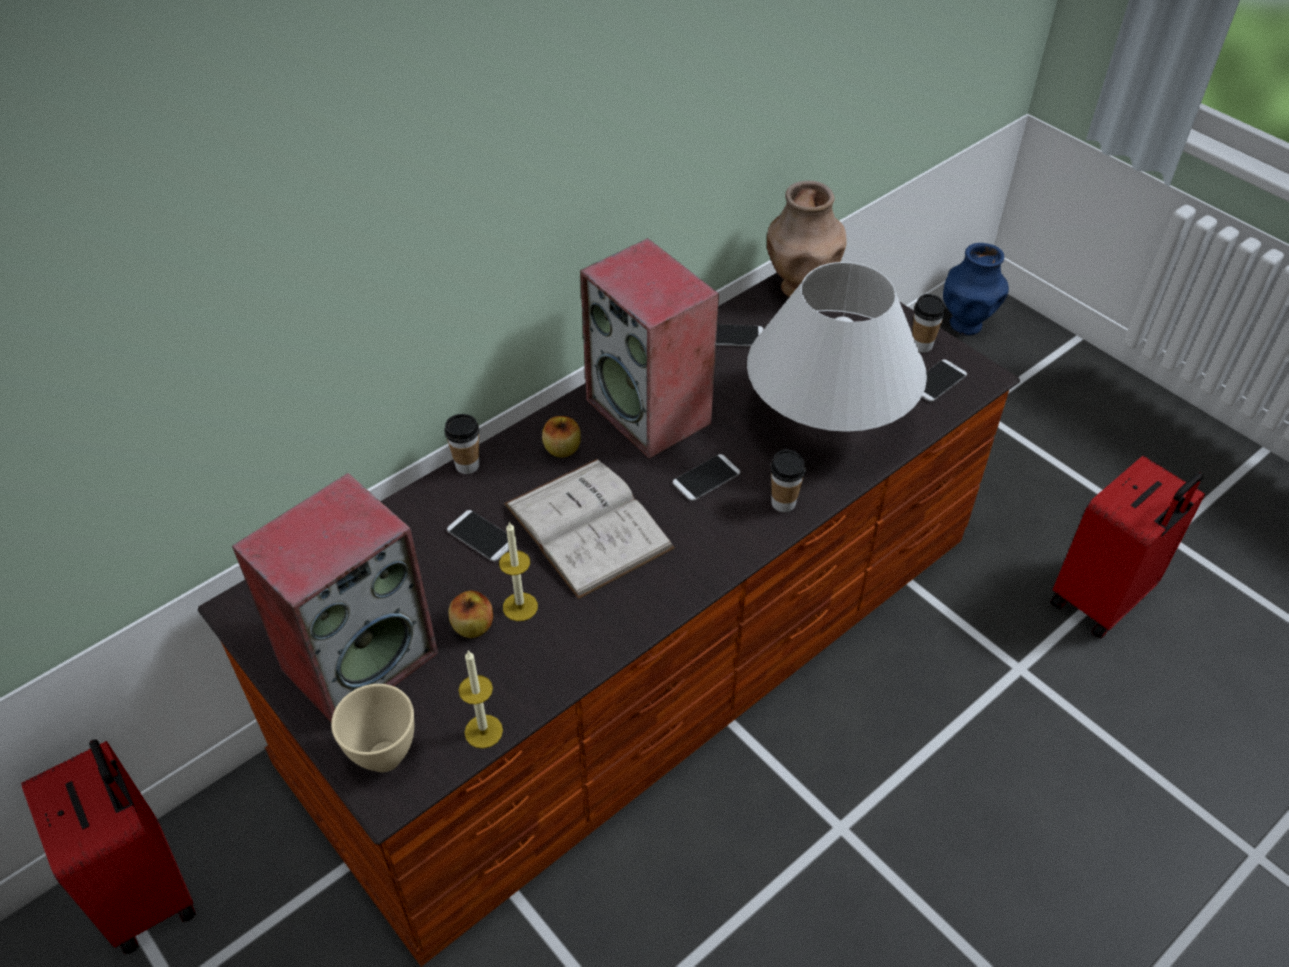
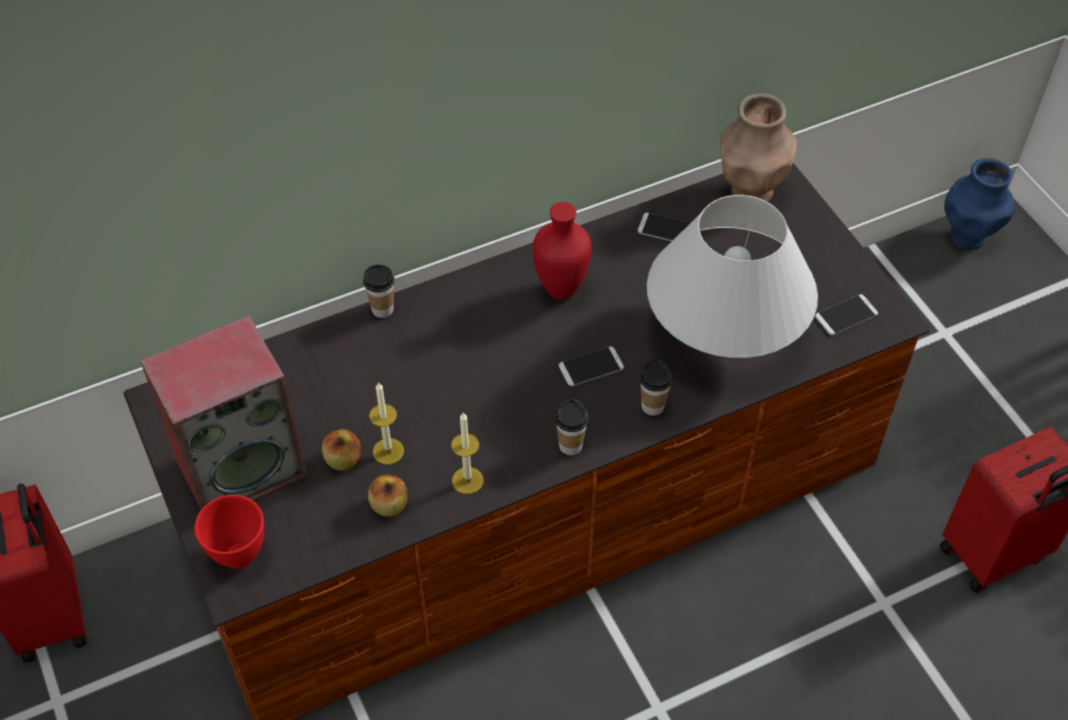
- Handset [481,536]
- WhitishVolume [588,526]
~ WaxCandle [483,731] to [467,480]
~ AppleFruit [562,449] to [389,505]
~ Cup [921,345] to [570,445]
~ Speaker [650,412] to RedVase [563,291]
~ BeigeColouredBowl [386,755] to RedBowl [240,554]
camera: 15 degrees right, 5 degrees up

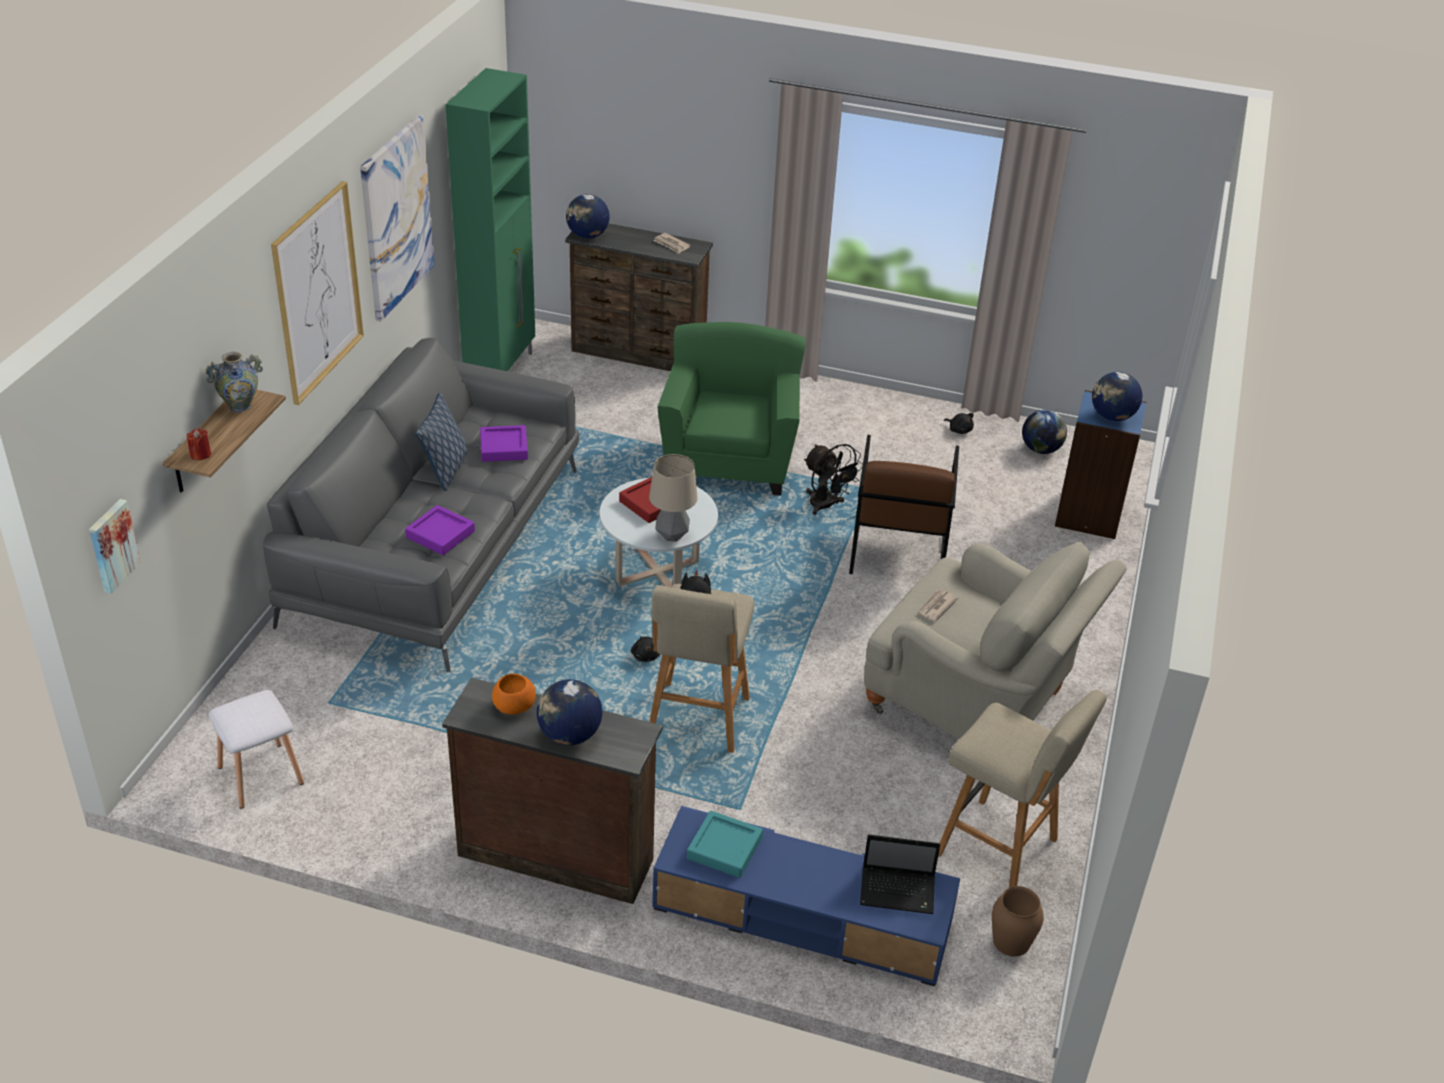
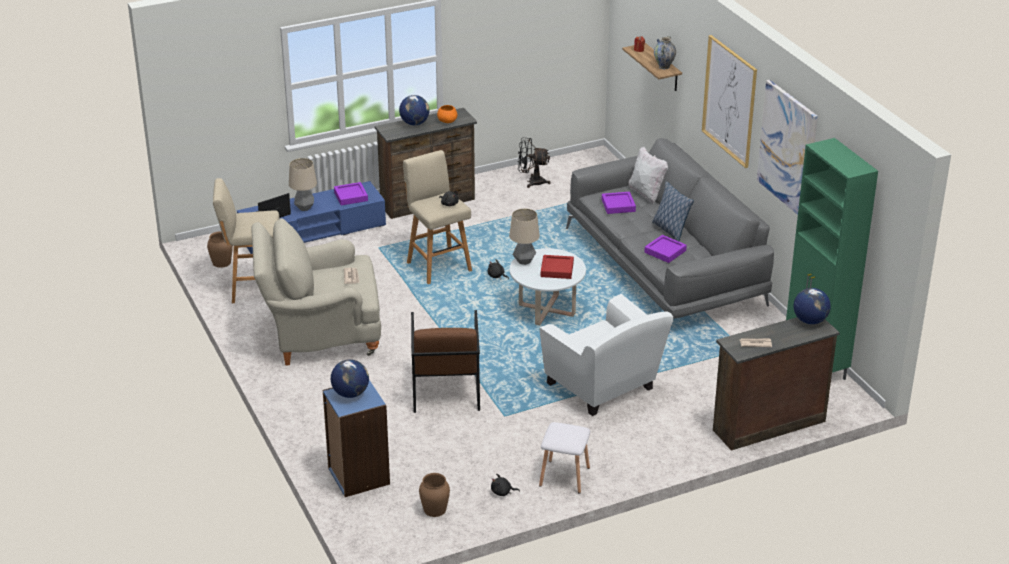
- WallPicture [112,545]
+ TabletopLamp [304,208]
+ WhitishThrowPillow [646,194]
~ WhitishStoolSeat [259,774] to [565,476]
~ BlackColouredCoolingFan [826,506] to [531,182]
~ WorldGlobe [1040,449] to BrownColouredVase [435,509]
~ GreenColouredLoungeChair [730,460] to WhitishLoungeChair [604,388]
~ TurquoiseCarryingTray [724,848] to PurplishCarryingTray [351,196]
~ BrownColouredLoungeChair [898,549] = [445,390] 150 degrees counterclockwise
camera: 140 degrees right, 5 degrees down

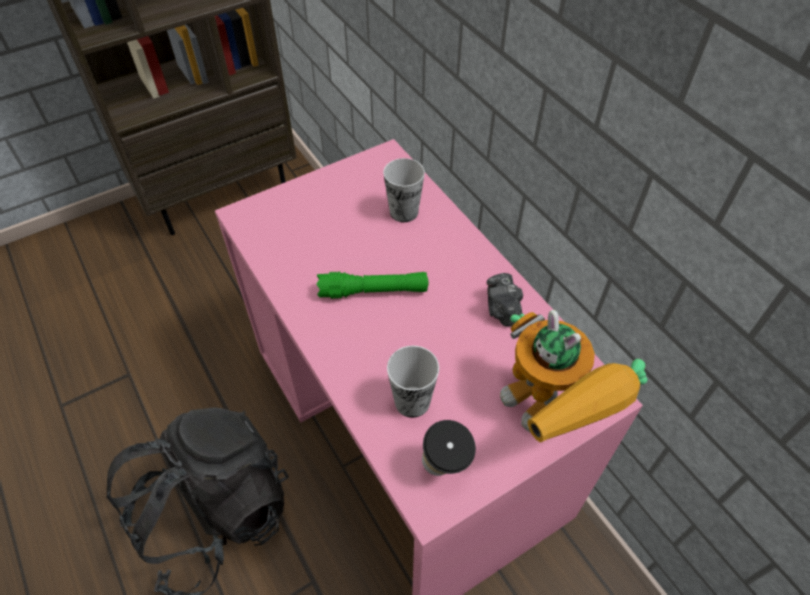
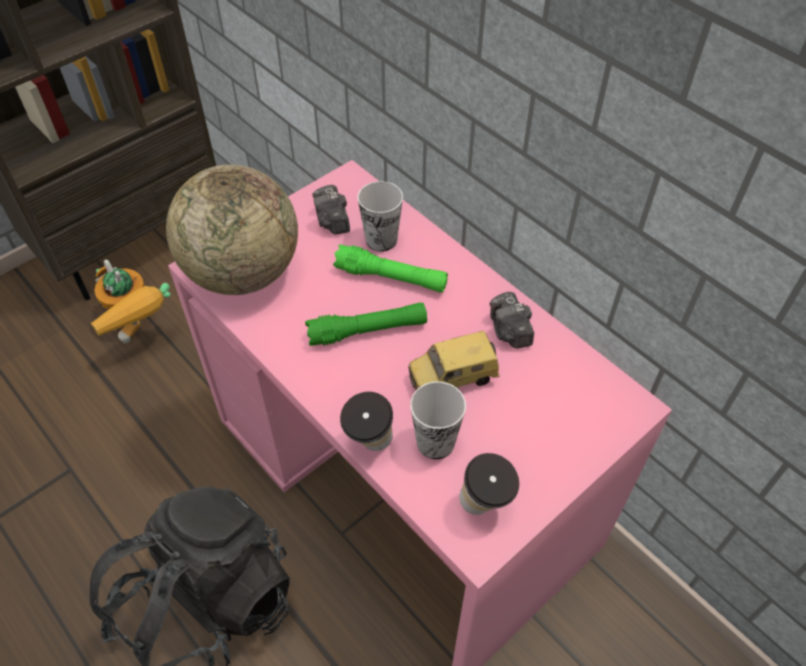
+ WorldGlobe [242,272]
+ PhotoCamera [332,221]
+ GreenColouredHandTorch [391,278]
+ Cup [369,445]
+ ModelCar [453,379]
~ RobotFigure [550,418] to [139,333]
camera: 10 degrees left, 0 degrees up

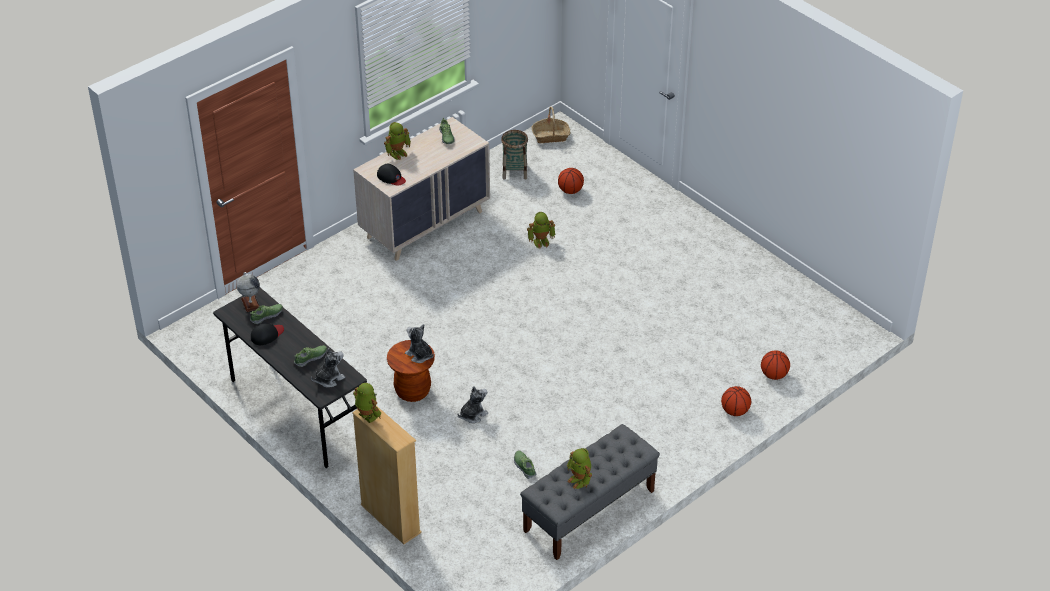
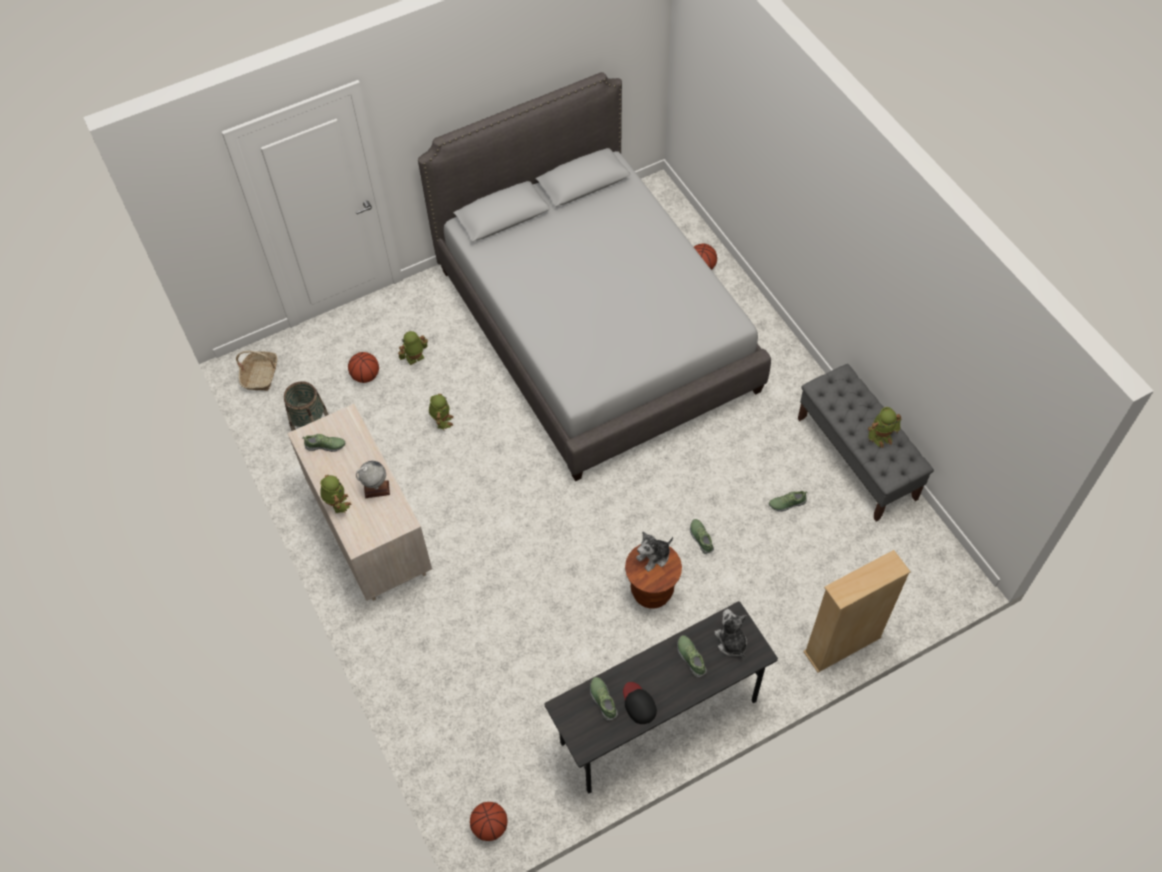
- BlackColouredCap [391,177]
+ GreyishSleepingBed [596,328]
~ WorldGlobe [250,303] to [376,489]
~ RobotFigure [367,416] to [415,358]
~ Basketball [735,411] to [490,826]
~ CuddlyToy [473,415] to ItemOfFootwear [701,538]
camera: 75 degrees left, 15 degrees up

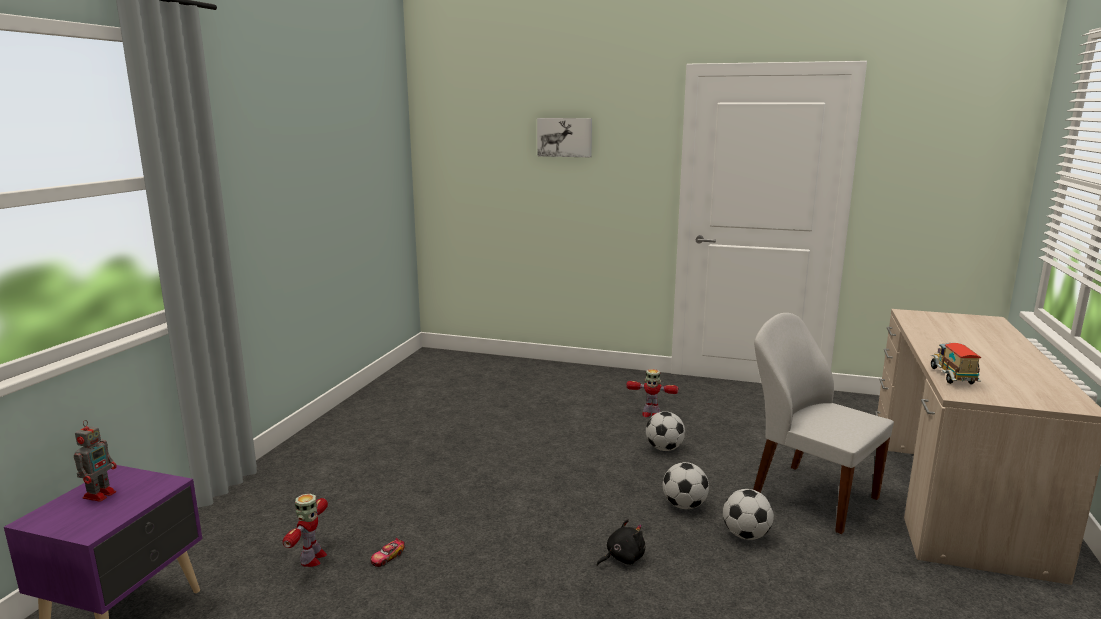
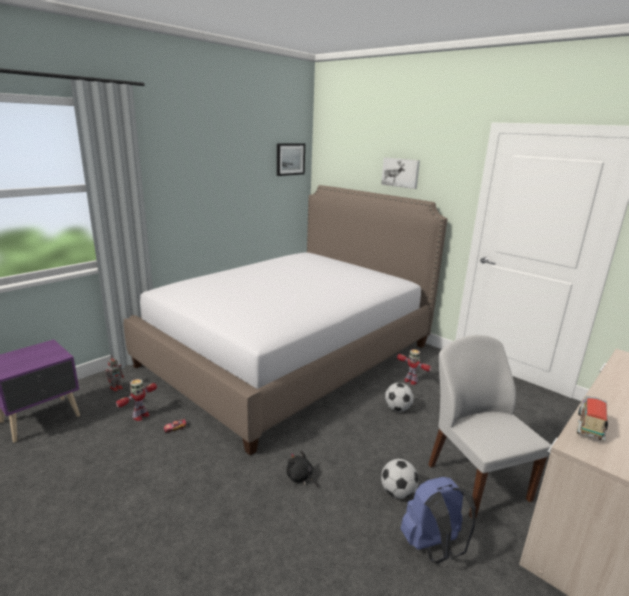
- BallForFootball [684,505]
+ SleepingBed [289,355]
+ WallPicture [290,159]
+ BlueKnapsack [433,547]
~ RobotFigure [100,494] to [117,387]
~ BlackColouredCuddlyToy [622,558] = [300,477] 135 degrees counterclockwise
camera: 25 degrees right, 5 degrees up

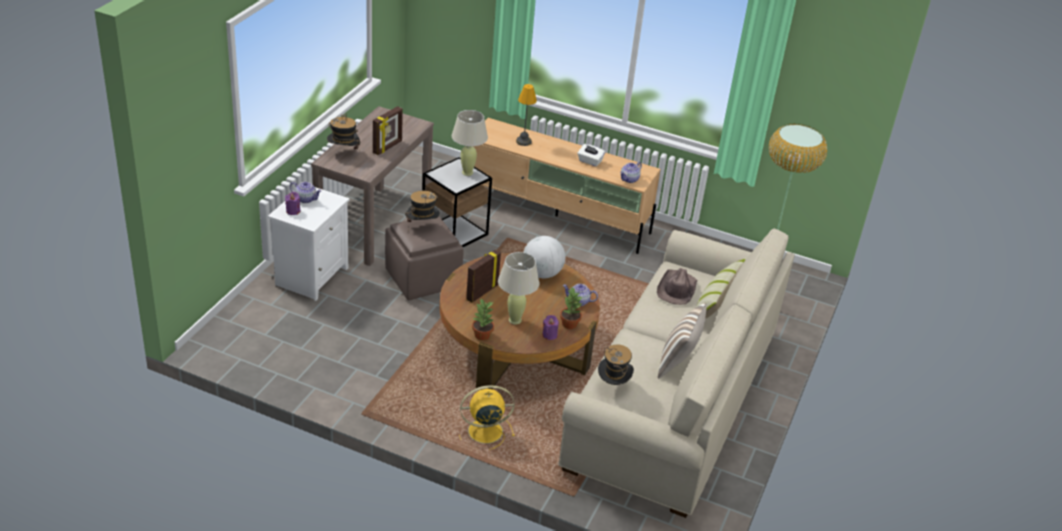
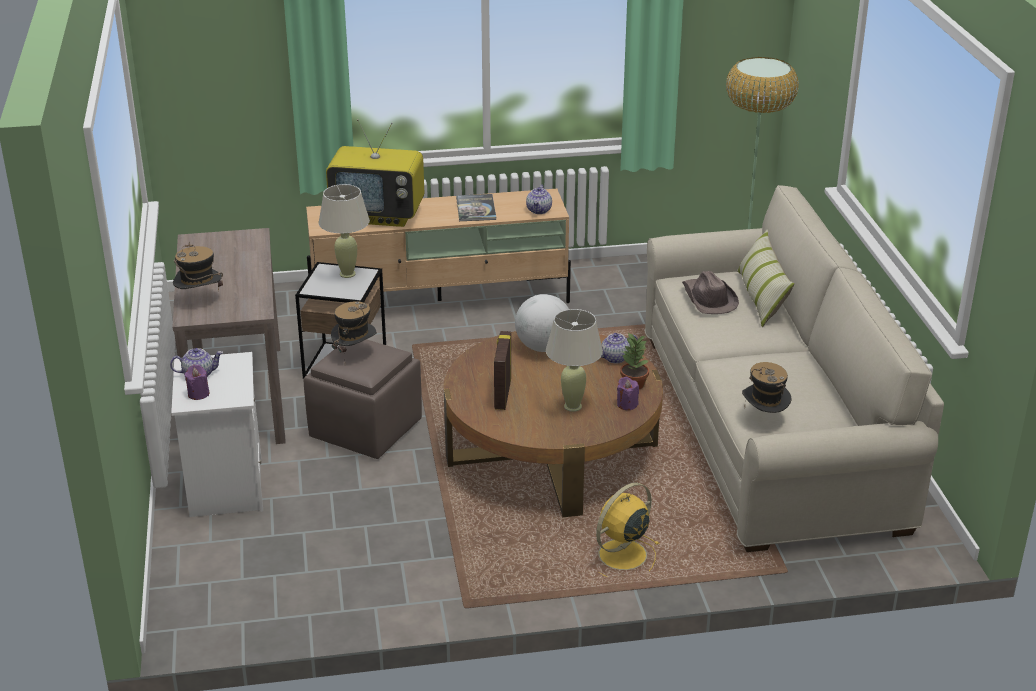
- PhotoFrame [388,147]
- PlantInAPot [482,335]
- ThrowPillow [678,363]
~ TabletopLamp [524,141] to TvSet [379,215]
~ WhitishBoxOfTissues [590,161] to Volume [476,209]
camera: 30 degrees left, 5 degrees down

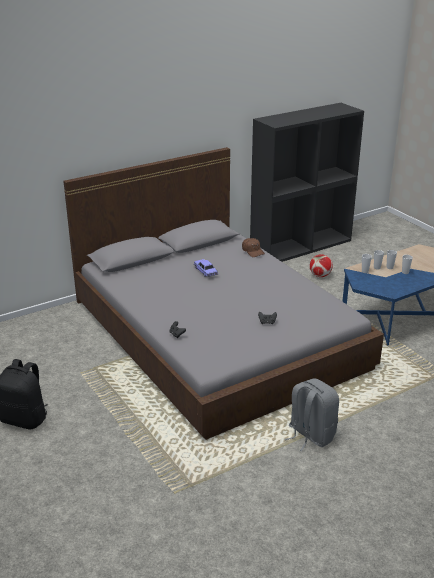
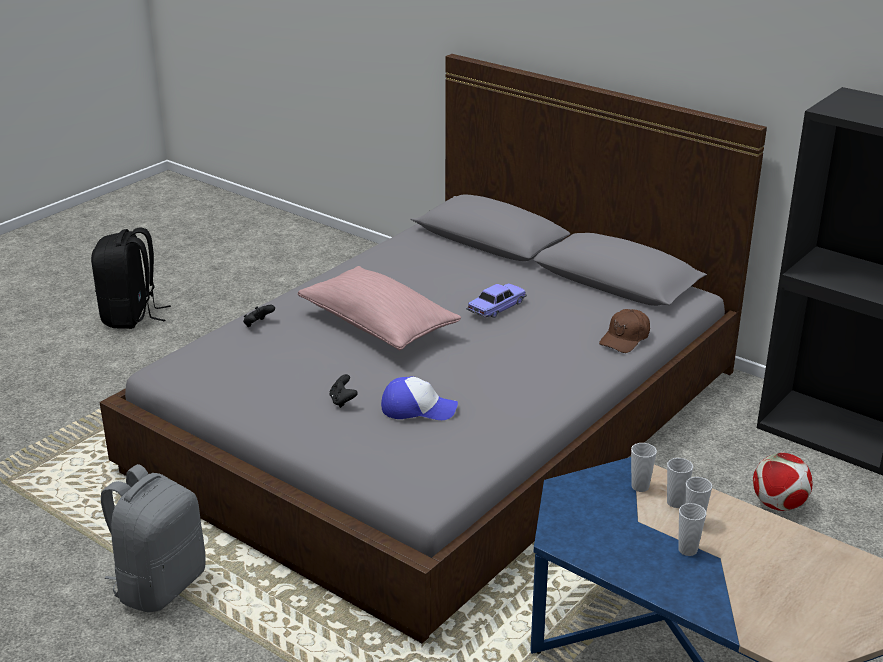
+ PinkThrowPillow [378,326]
+ Cap [418,408]
camera: 70 degrees right, 0 degrees up

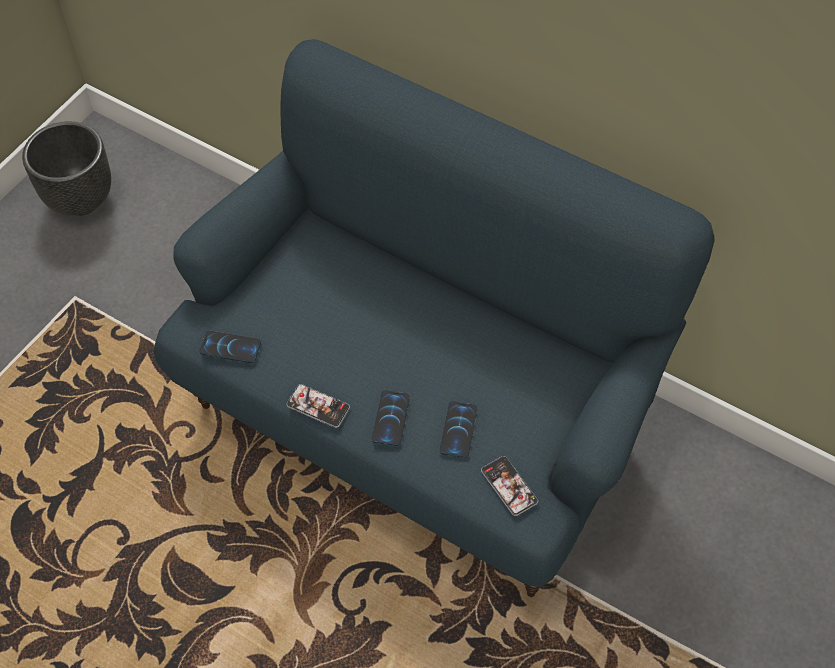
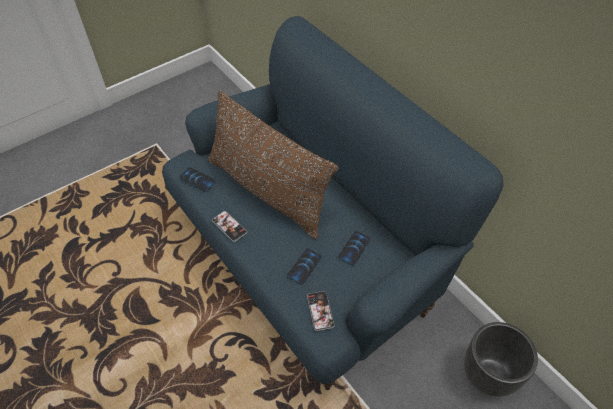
+ BrownColouredThrowPillow [267,191]
~ BlackColouredPlanter [81,199] to [489,375]
~ Handset [391,418] to [354,248]
camera: 20 degrees right, 5 degrees down

